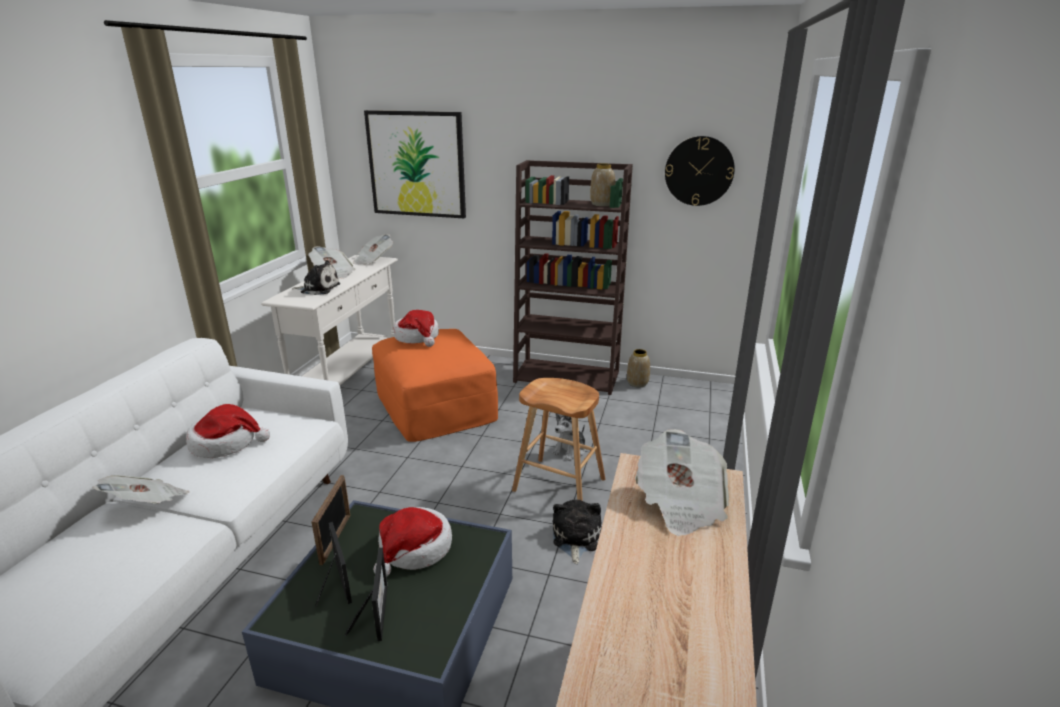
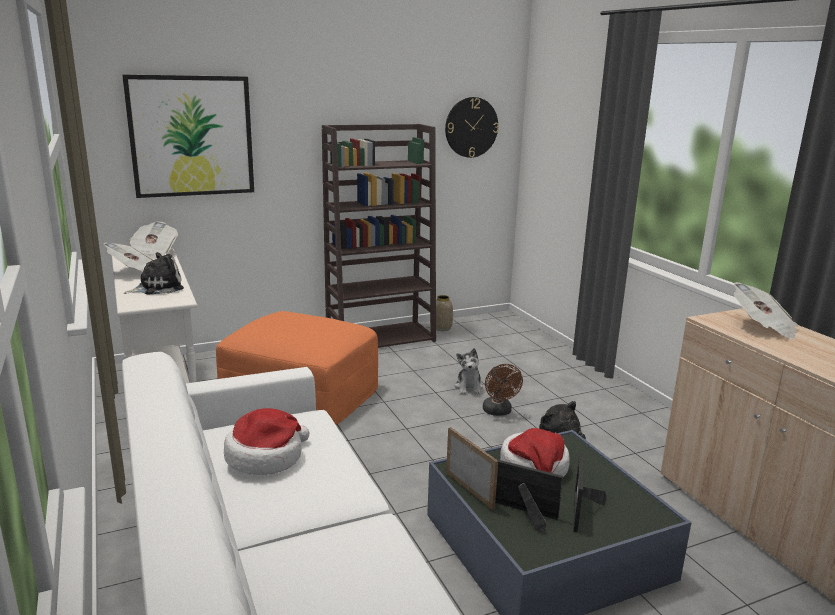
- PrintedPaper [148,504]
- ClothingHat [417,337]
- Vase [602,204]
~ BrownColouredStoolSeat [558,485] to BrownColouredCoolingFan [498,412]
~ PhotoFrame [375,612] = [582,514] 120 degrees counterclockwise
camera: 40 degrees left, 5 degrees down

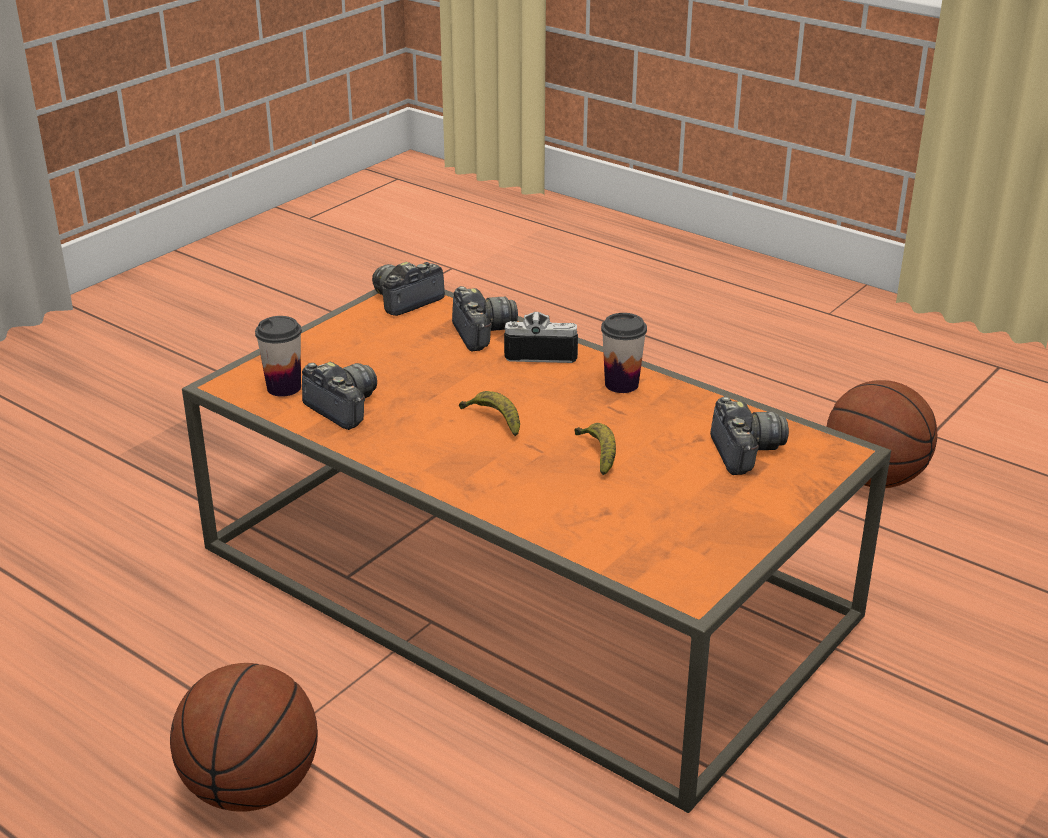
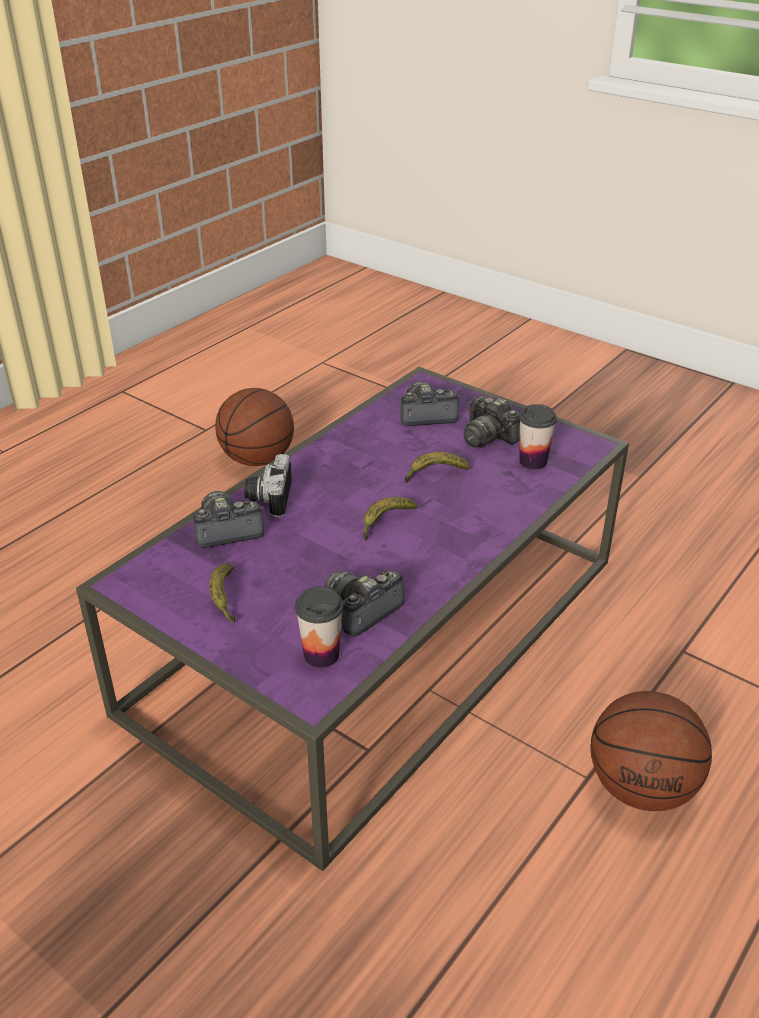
+ BananaFruit [224,598]
~ PhotoCamera [406,301] to [488,437]
~ Cup [621,384] to [533,462]
~ OrangeLoungeTable [522,585] to PurplishLoungeTable [381,636]
camera: 90 degrees left, 5 degrees up

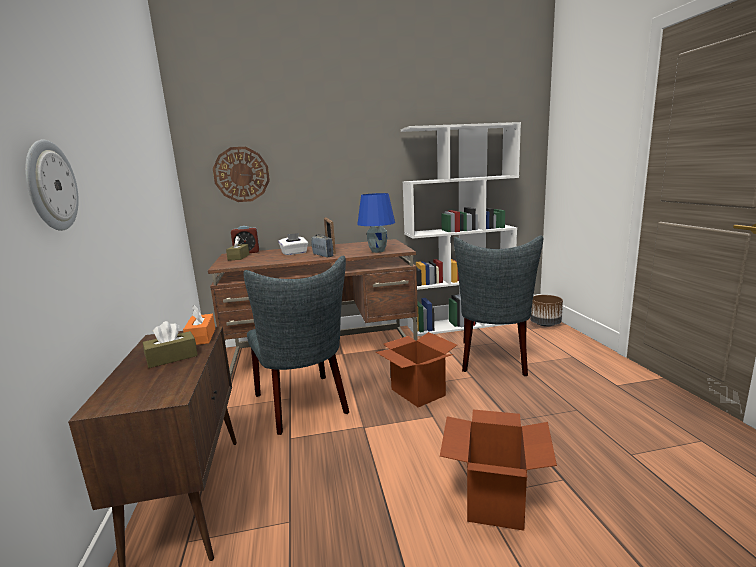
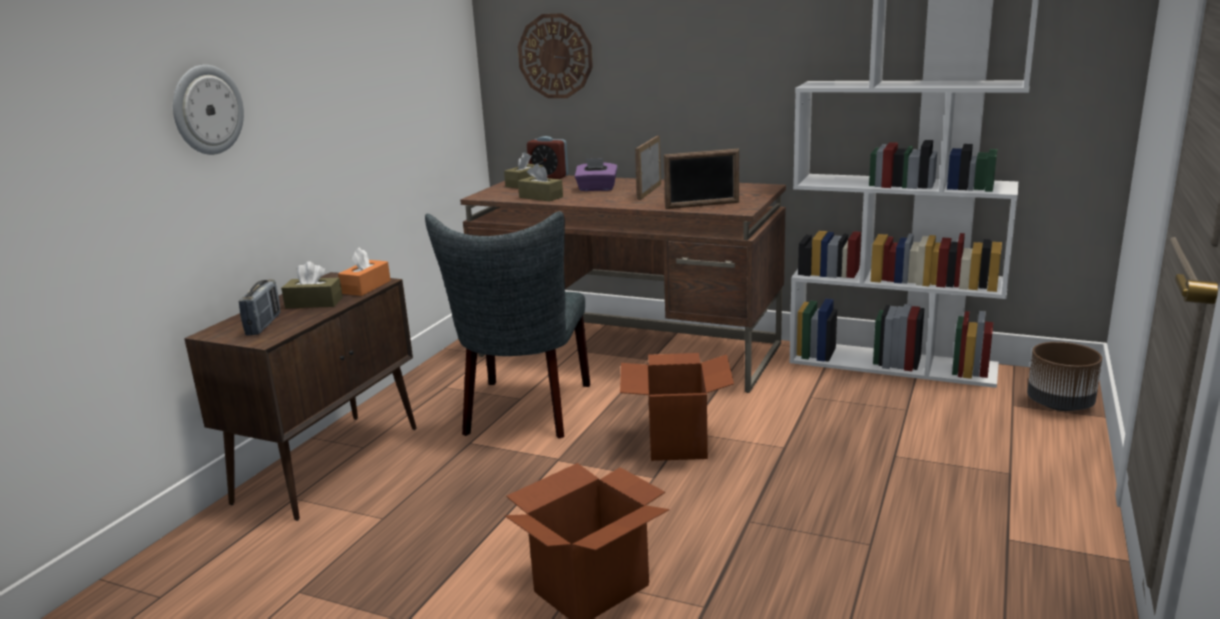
- GreyishUprightChair [494,360]
+ BrownColouredBoxOfTissues [541,197]
~ Radio [323,255] to [264,325]
~ BlueTabletopLamp [378,251] to PhotoFrame [702,205]
~ WhitishBoxOfTissues [294,253] to PurplishBoxOfTissues [596,189]
camera: 35 degrees right, 5 degrees up

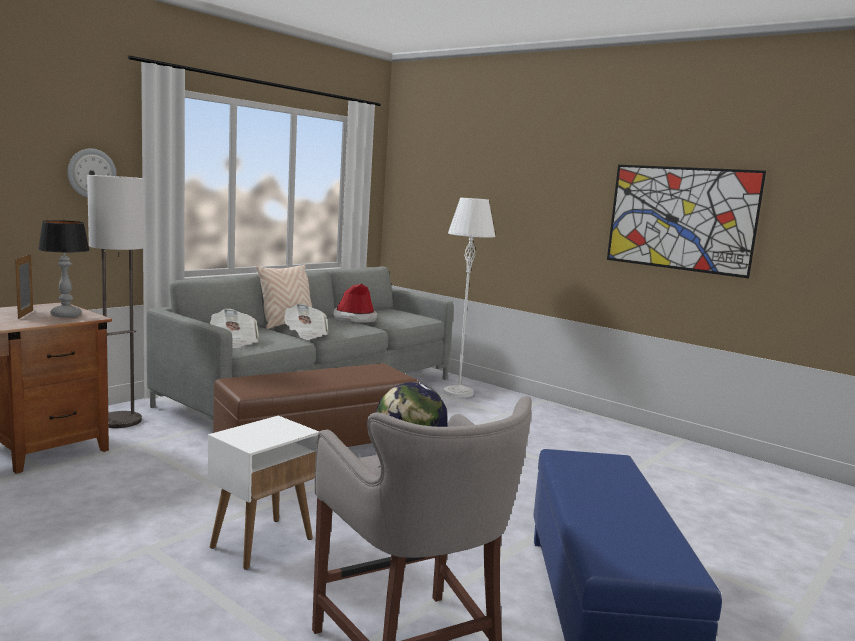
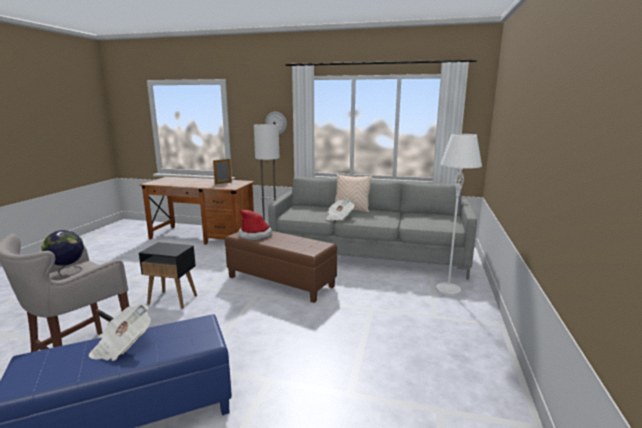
- TabletopLamp [66,315]
- WallPicture [680,218]
~ PrintedPaper [234,342] to [122,346]
~ ClothingHat [354,319] to [255,235]
~ WhitishEndTable [263,542] to BlackColouredEndTable [173,299]
camera: 65 degrees right, 5 degrees up

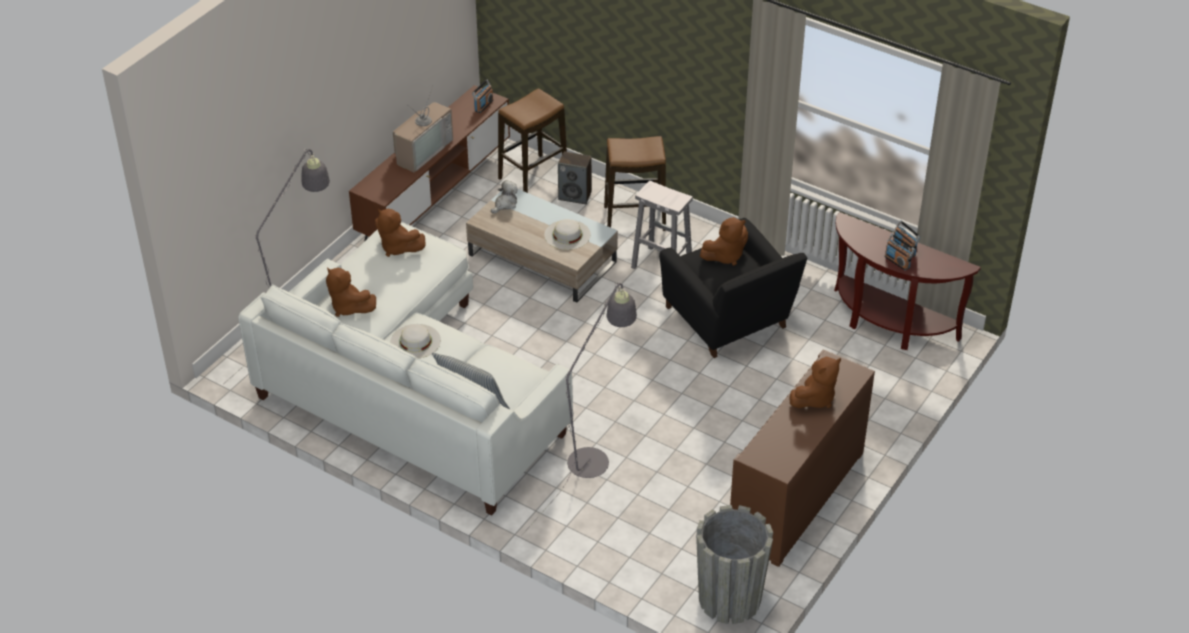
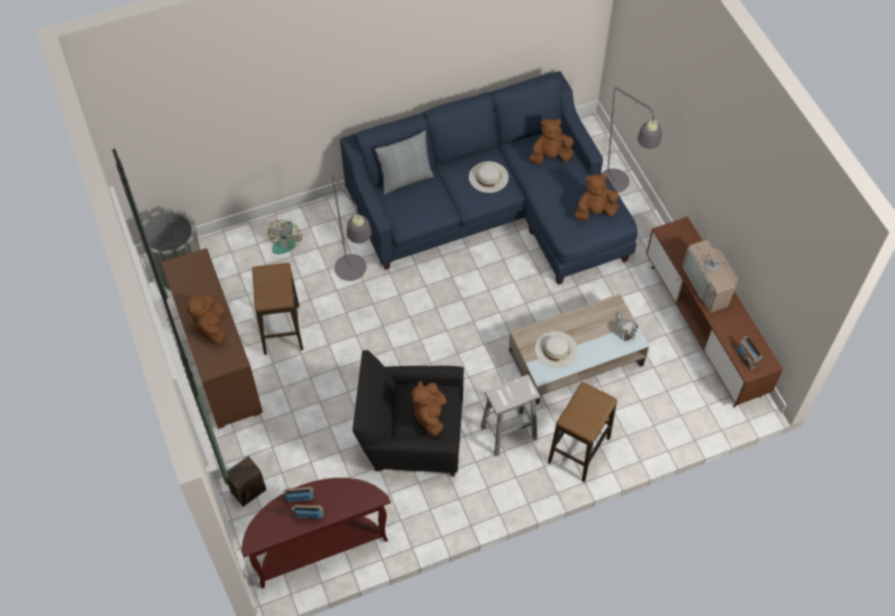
+ CoolingFan [285,240]
~ StoolSeat [533,176] to [281,329]
~ Speaker [575,195] to [248,491]
~ WhitishCouch [411,391] to BlueCouch [493,209]
camera: 125 degrees right, 15 degrees up

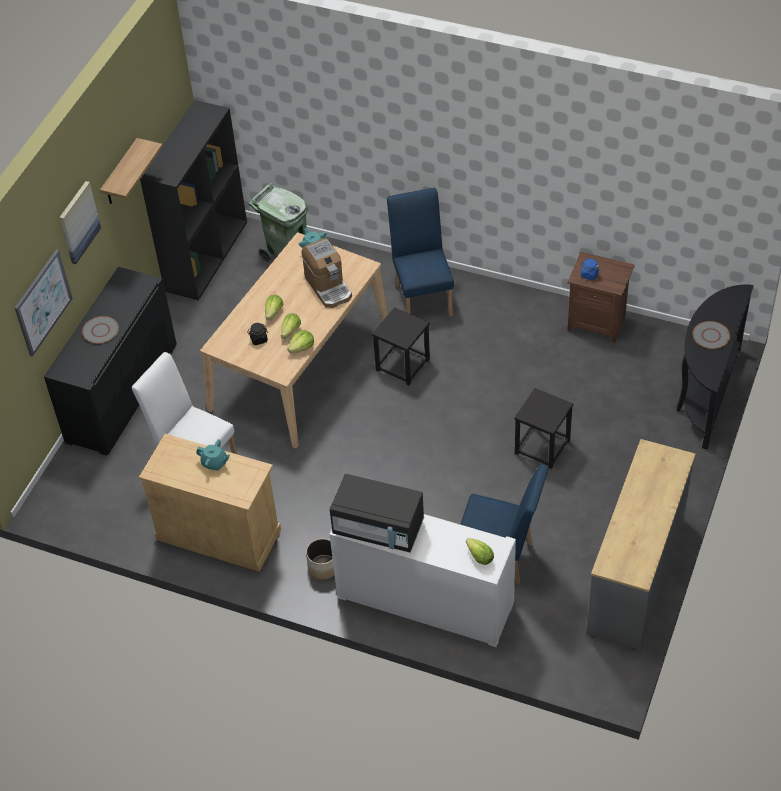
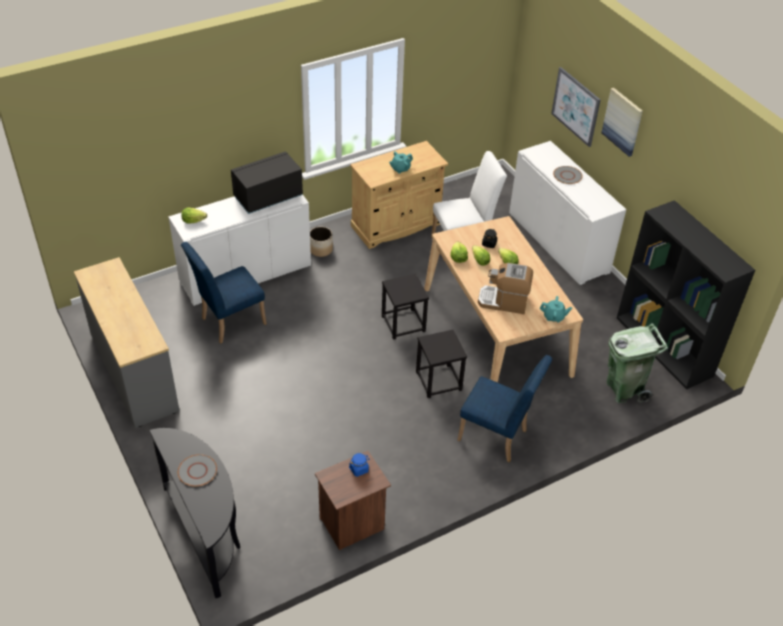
- BracketShelf [120,174]
~ BlackColouredStoolSeat [542,447] to [403,324]
~ BlackColouredStorageCabinet [122,393] to WhitishStorageCabinet [558,243]
camera: 125 degrees right, 5 degrees down

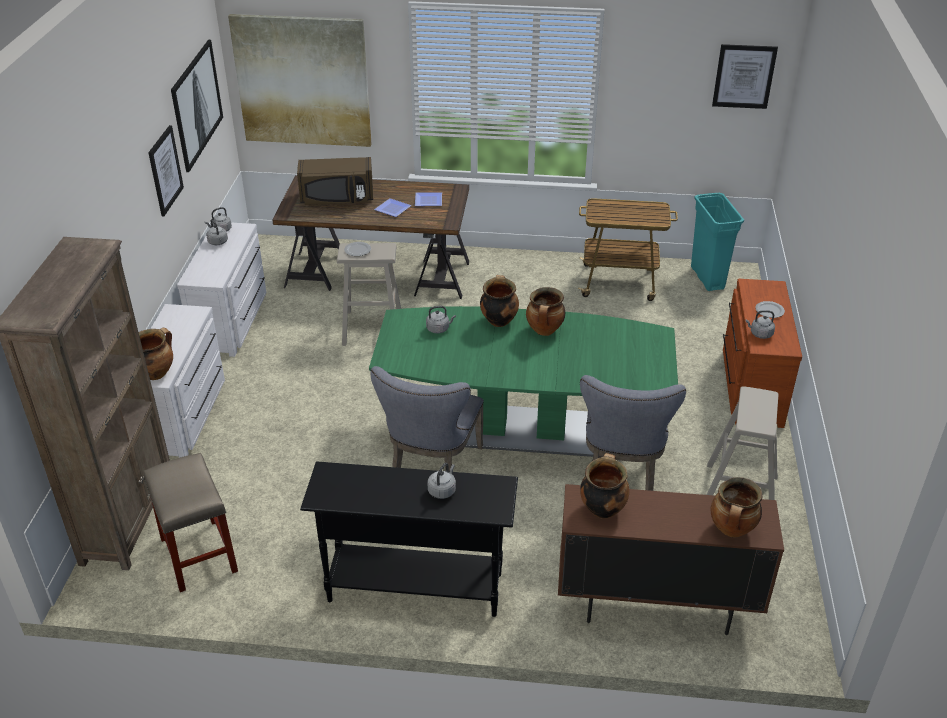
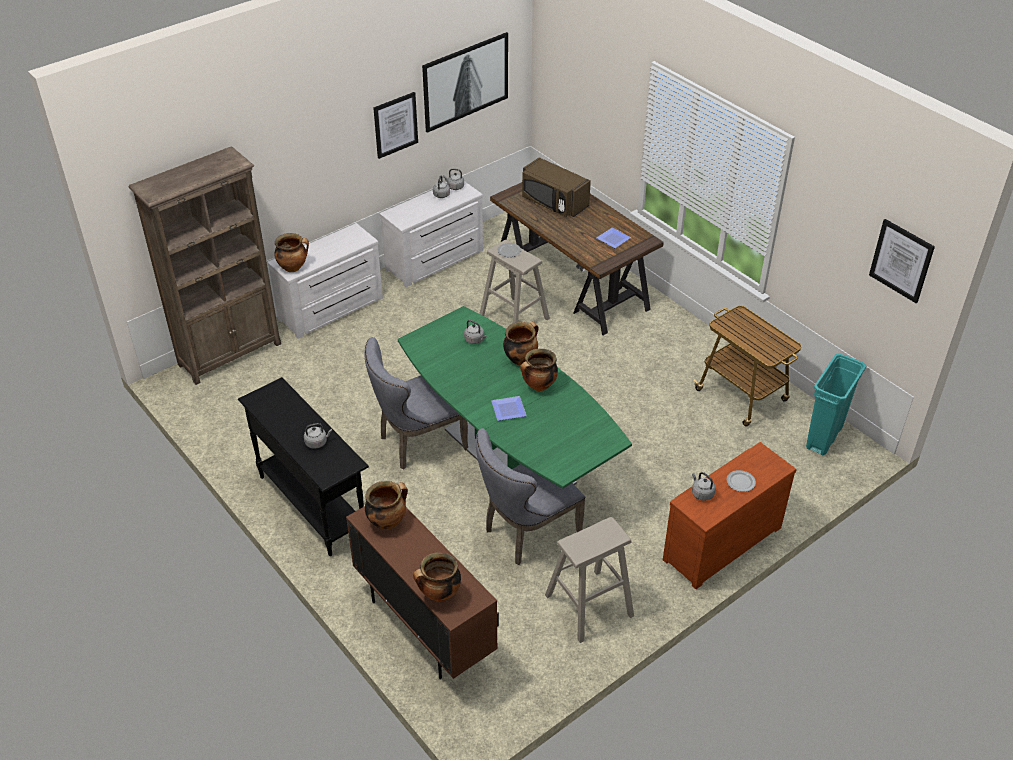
- BeigeColouredStoolSeat [198,554]
- WallPicture [303,81]
~ DinnerPlate [394,209] to [510,410]
camera: 45 degrees right, 5 degrees up

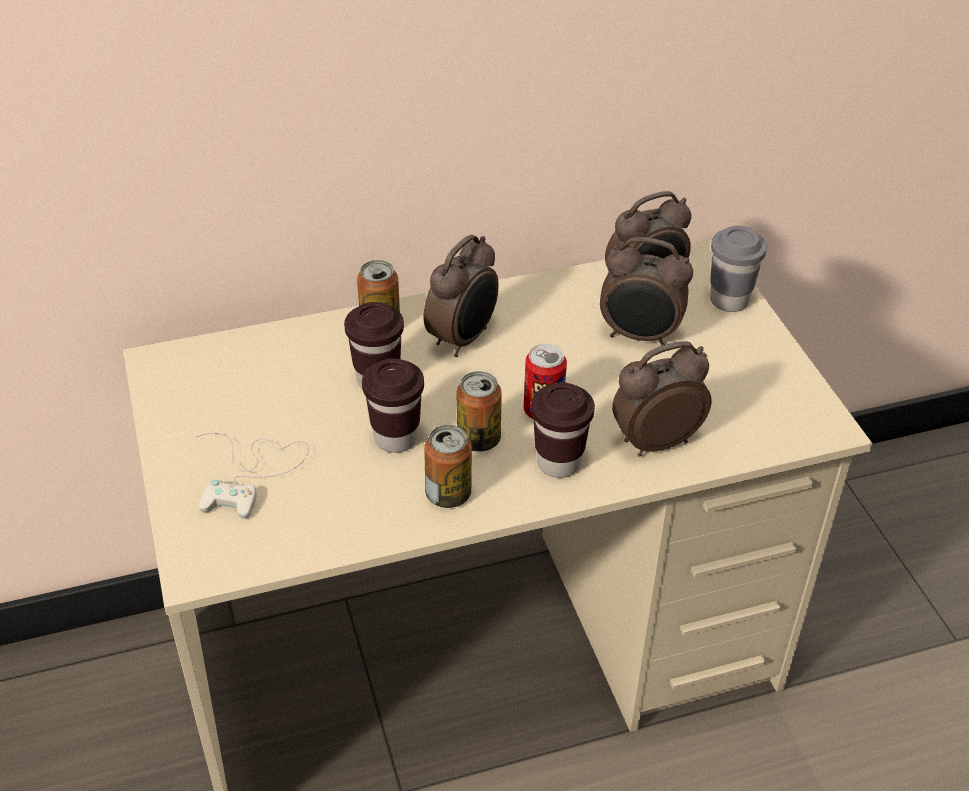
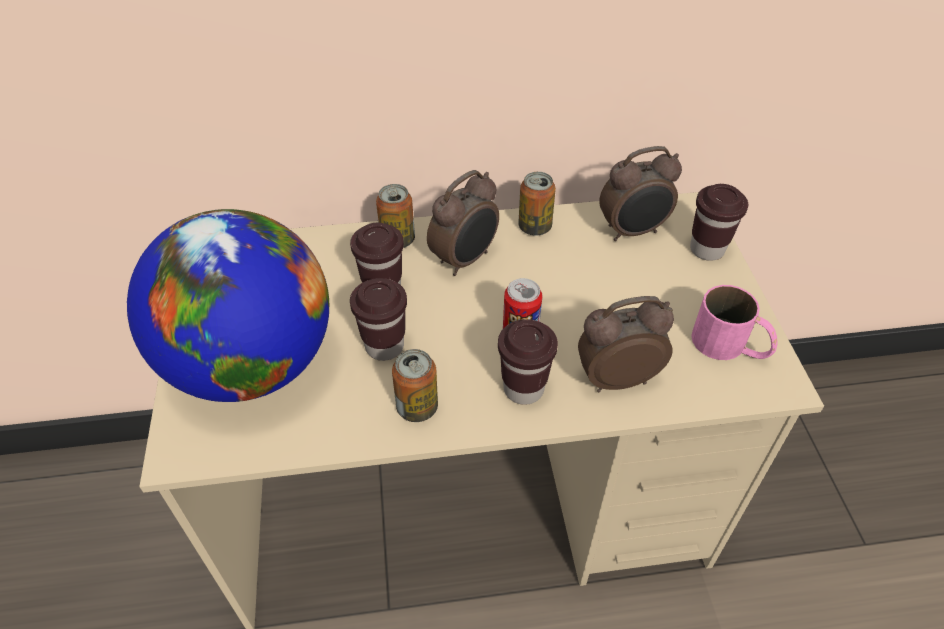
- TableClock [639,336]
+ PinkTeaMug [730,346]
~ Can [478,439] to [534,227]
~ WhitishJoypad [252,473] to WorldGlobe [252,364]
~ GreyishCup [729,301] to BrownColouredCup [707,249]
camera: 10 degrees right, 5 degrees up

